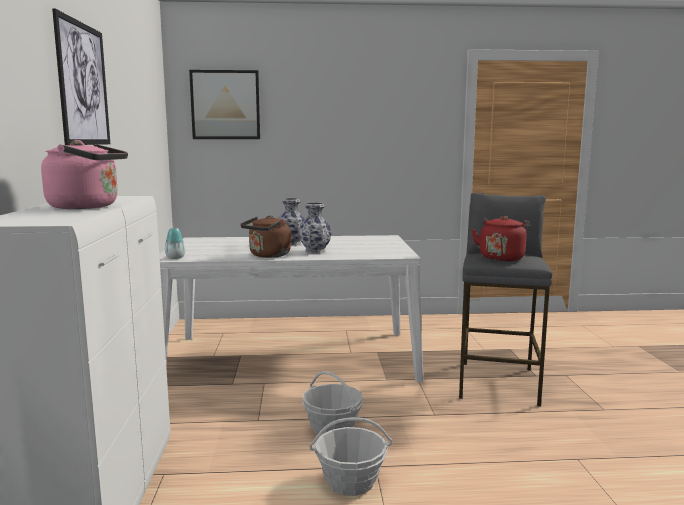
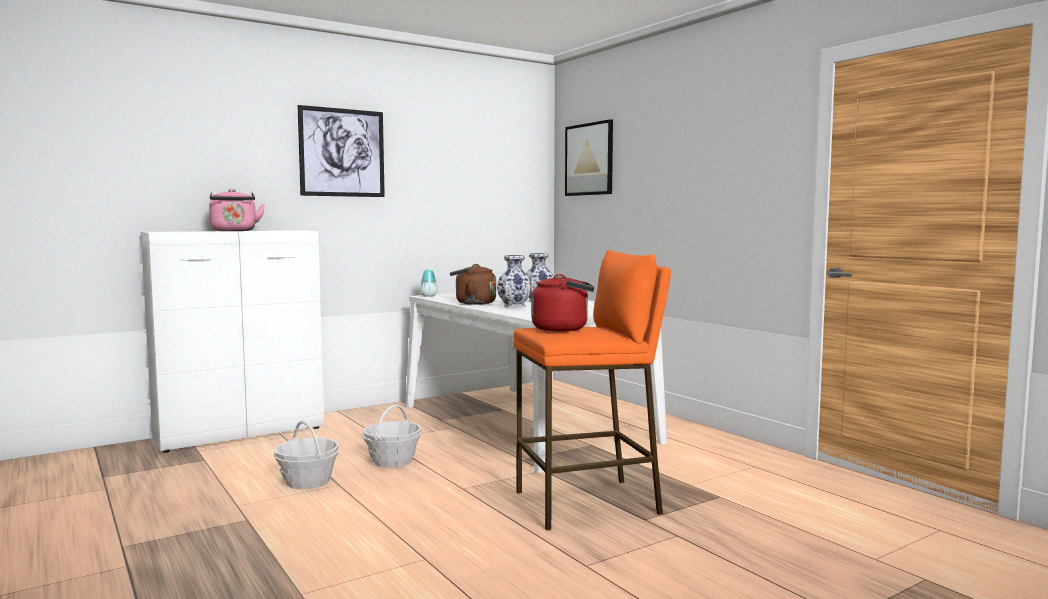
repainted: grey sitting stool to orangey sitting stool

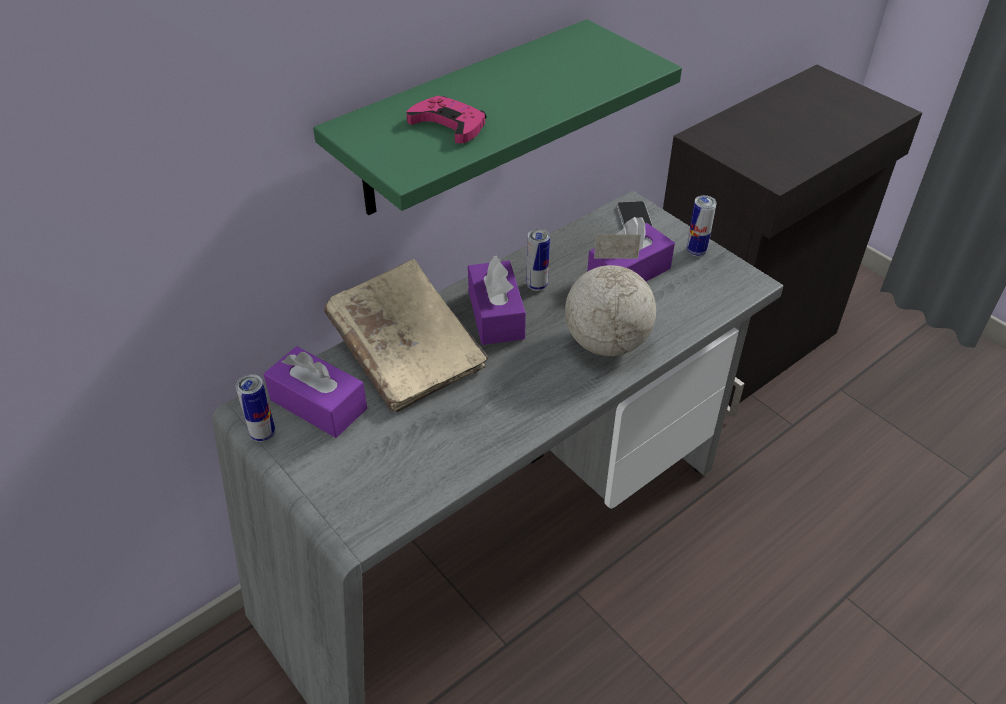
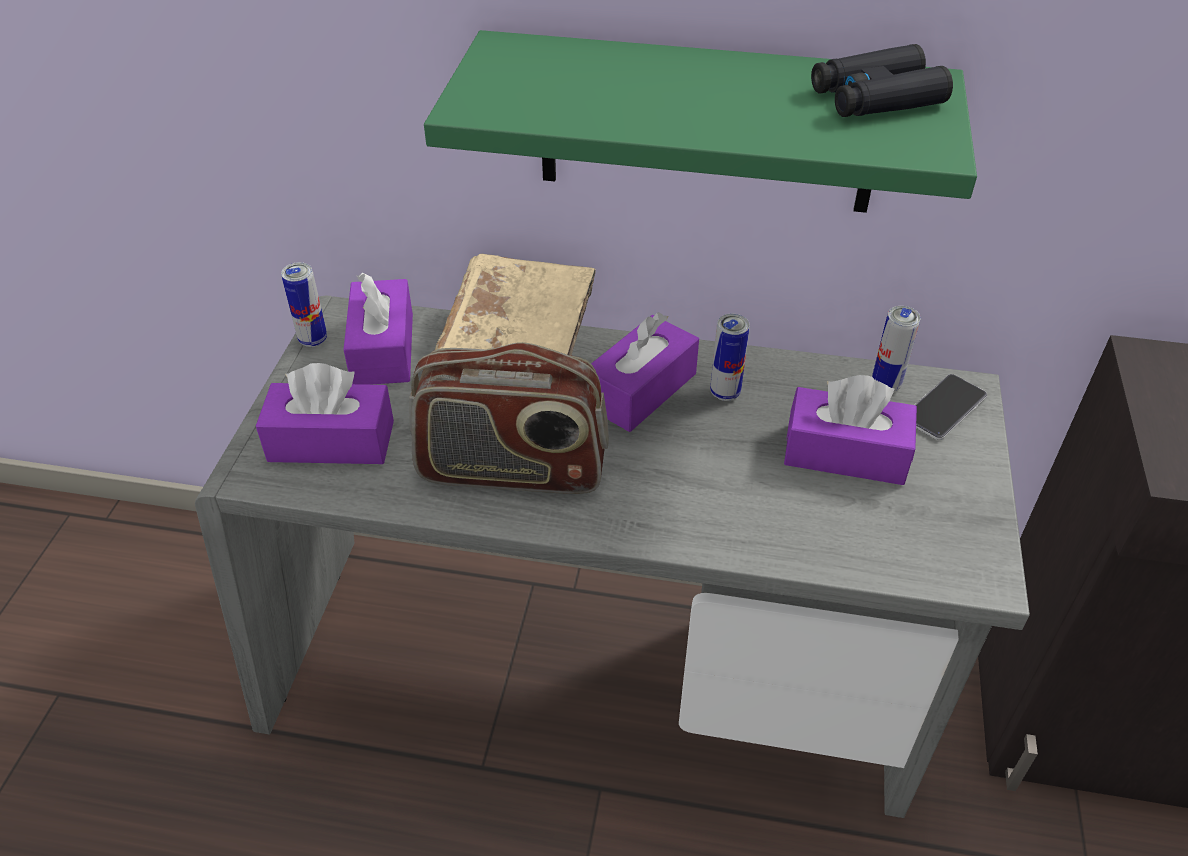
gone: pink-coloured gamepad; globe
new: purple tissue holder (no. 1 from left); radio receiver; black pair of binoculars
shifted: can (no. 3 from left)

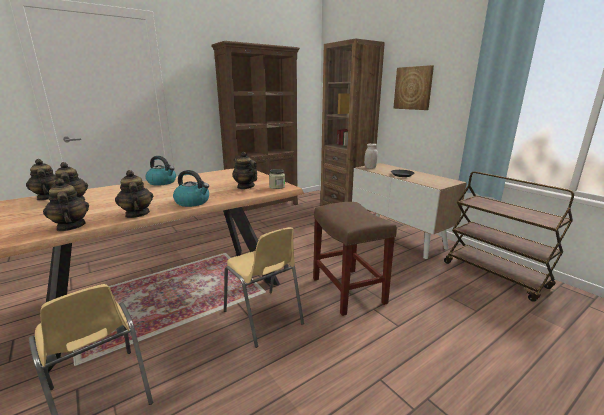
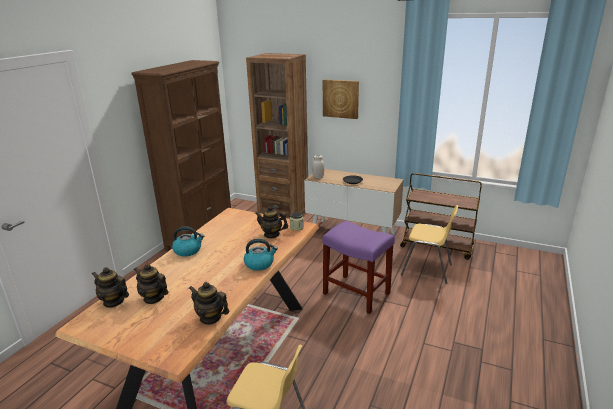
gone: tea pot (no. 4 from left)
shifted: yellowish upright chair (no. 2 from left)
repainted: brownish sitting stool to purple sitting stool

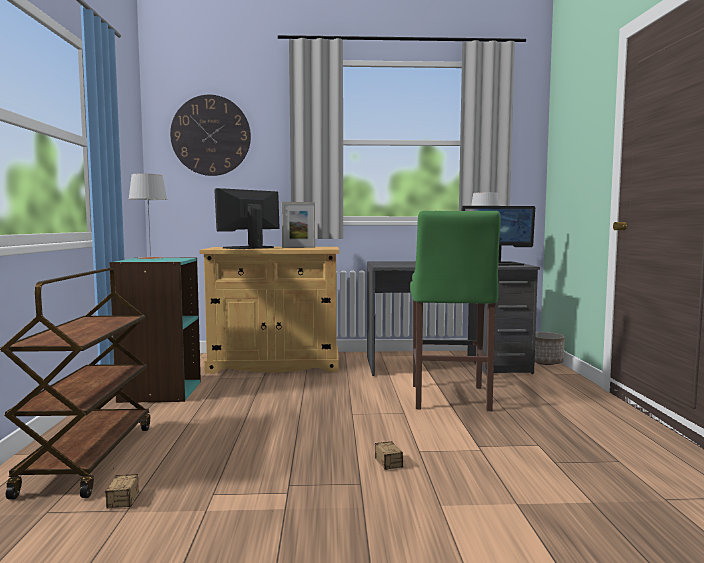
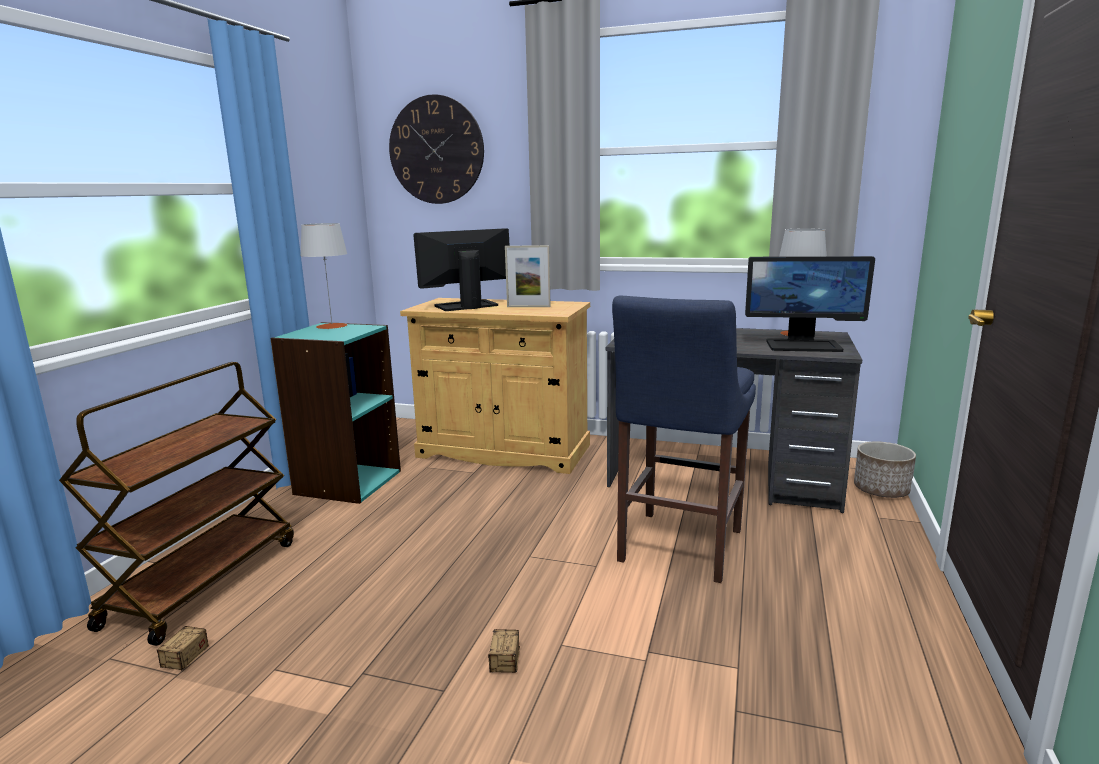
repainted: green sitting stool to blue-coloured sitting stool

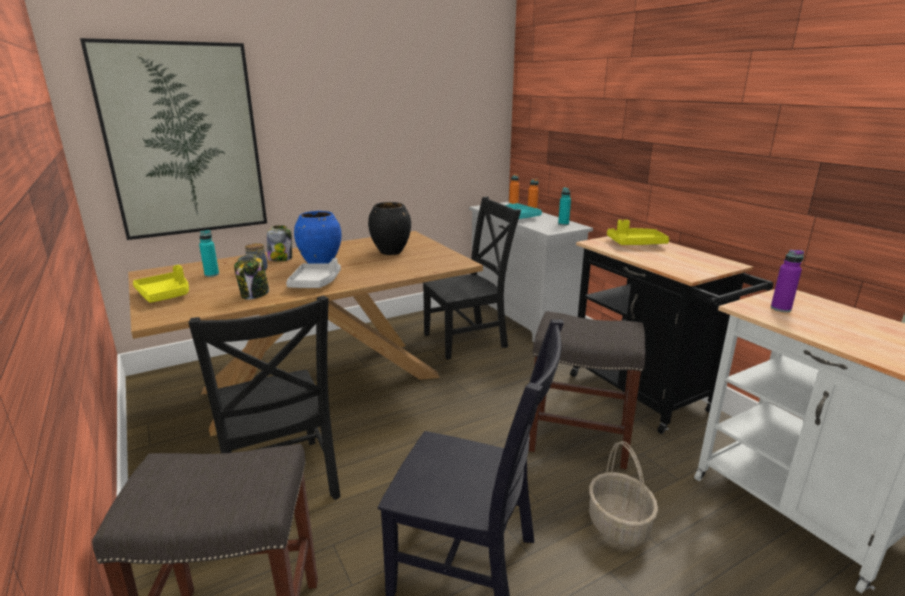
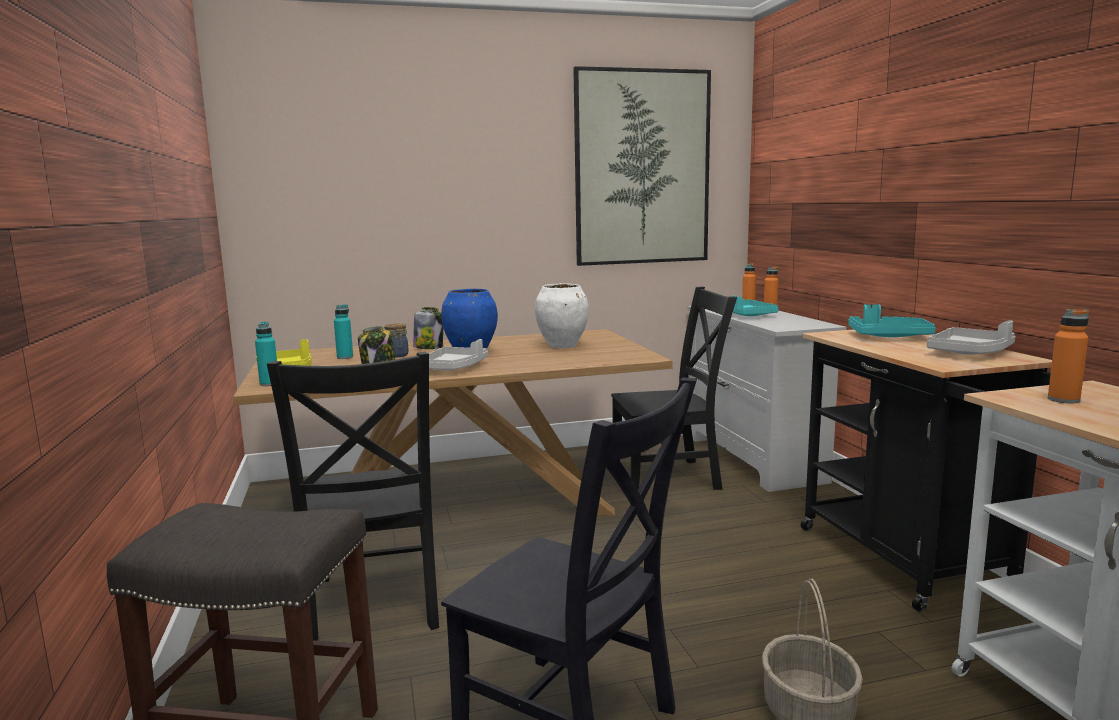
gone: grey sitting stool (no. 2 from left)
new: grey tray (no. 2 from left)
shifted: blue-green bottle (no. 2 from left in the first image) to blue-green bottle (no. 1 from left); wall picture
repainted: black decorative vase to white-coloured decorative vase; yellowish tray (no. 2 from left) to blue-green tray (no. 2 from left); purple bottle to orangey bottle (no. 3 from left)

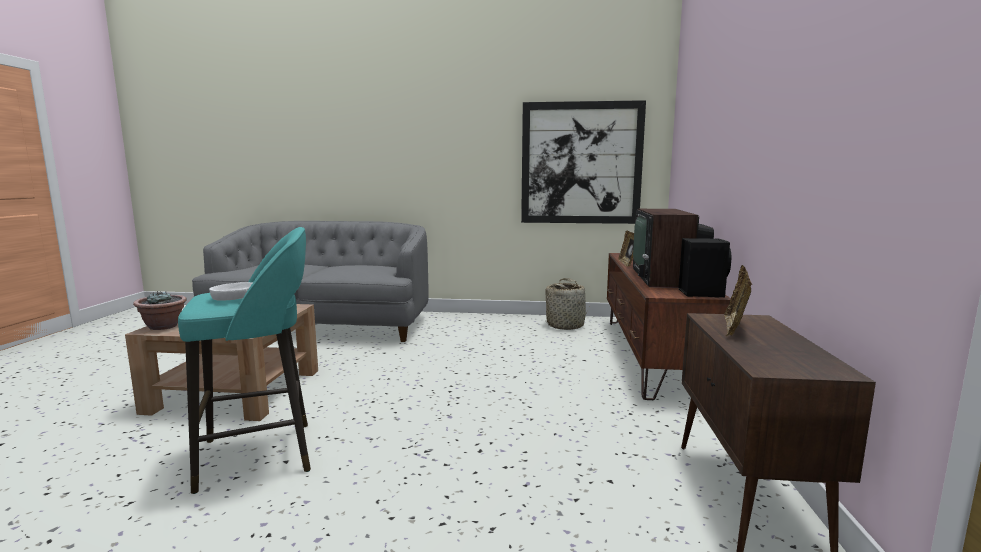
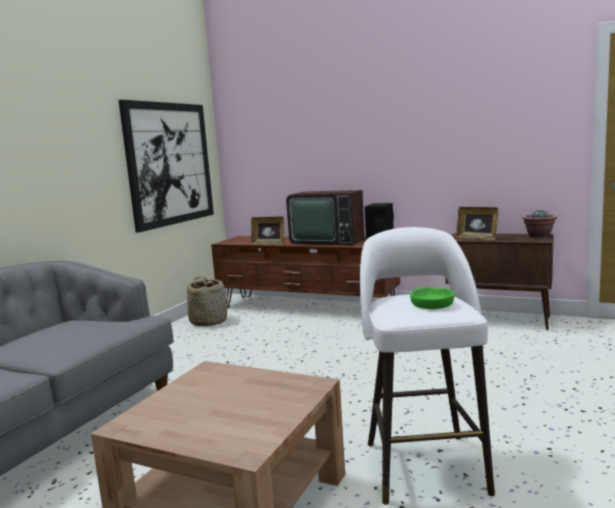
shifted: potted plant
repainted: blue-green sitting stool to white-coloured sitting stool; white-coloured bowl to green bowl

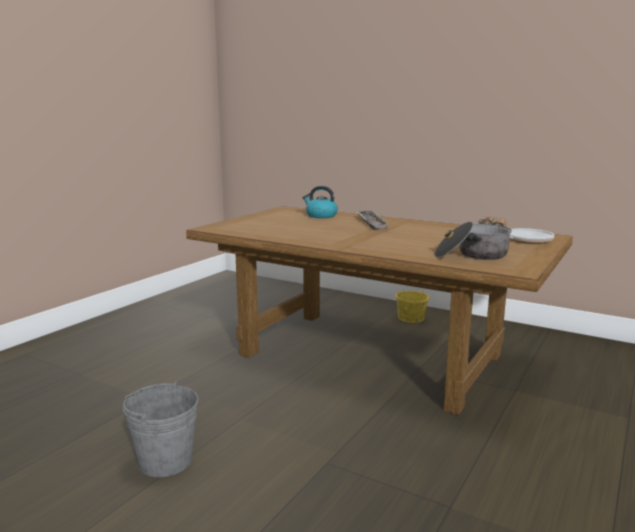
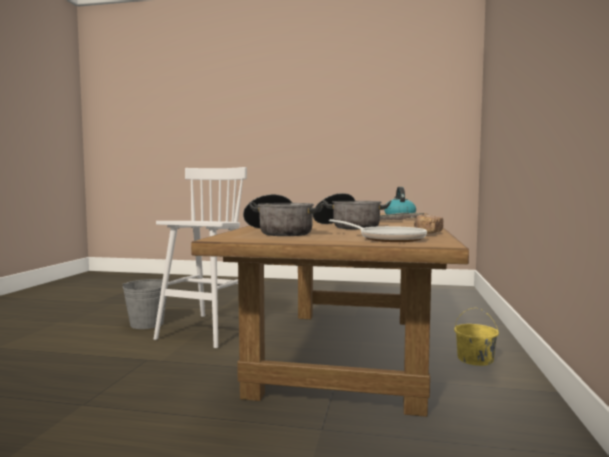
new: white-coloured sitting stool; saucepot (no. 2 from left)

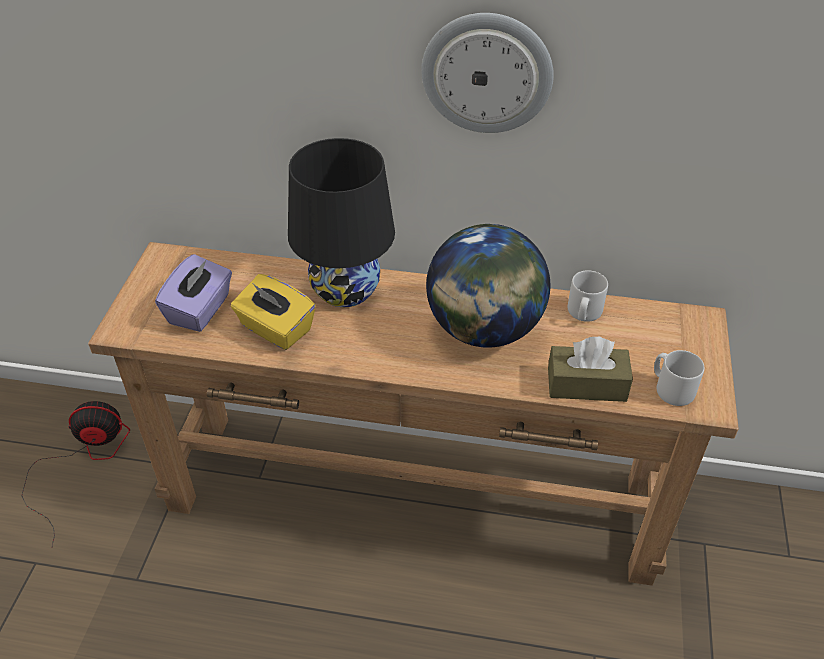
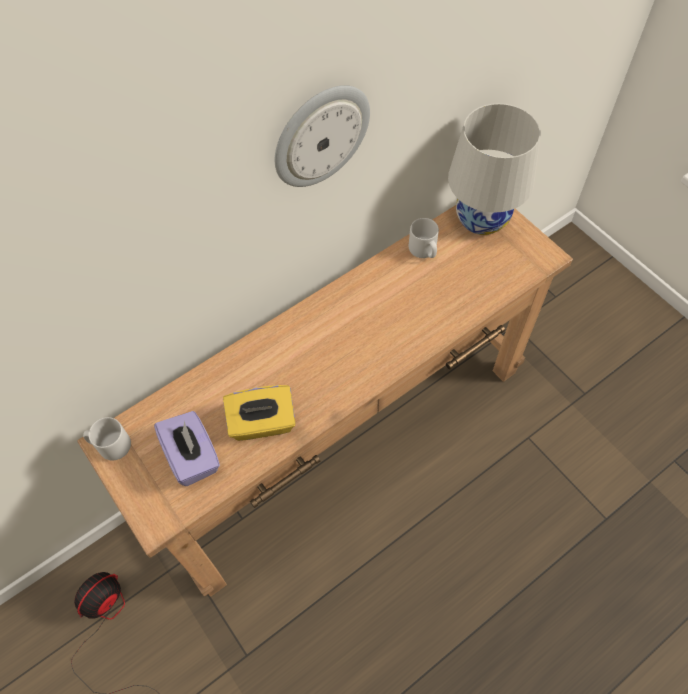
gone: black lamp for a table; globe; brownish tissue holder
new: white-coloured lamp for a table
shifted: grey coffee mug (no. 2 from left in the first image) to grey coffee mug (no. 1 from left)

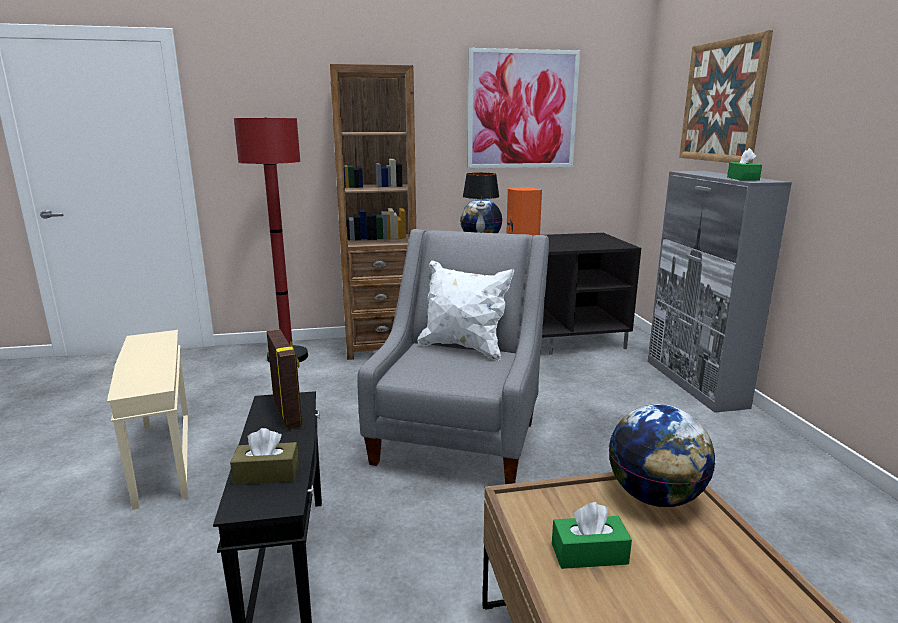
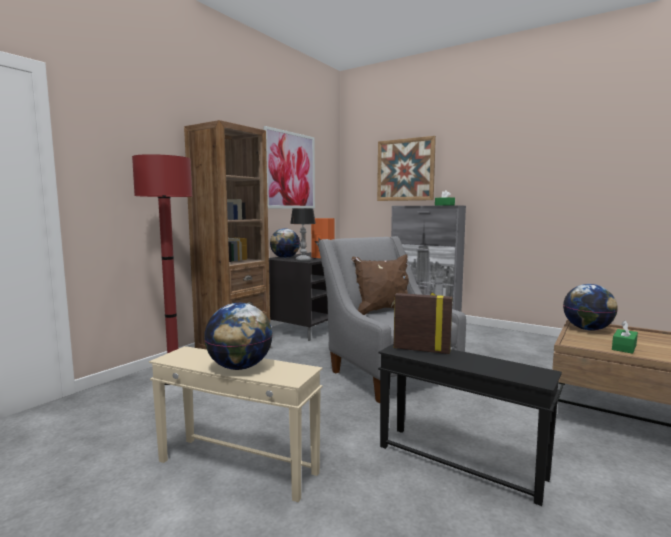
gone: brownish tissue holder
new: globe (no. 1 from left)
repainted: white-coloured pillow to brownish pillow

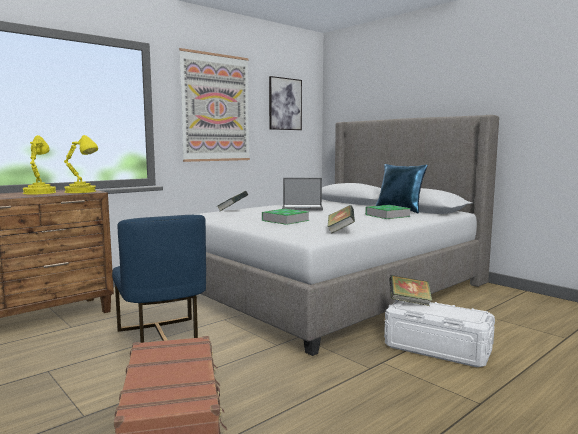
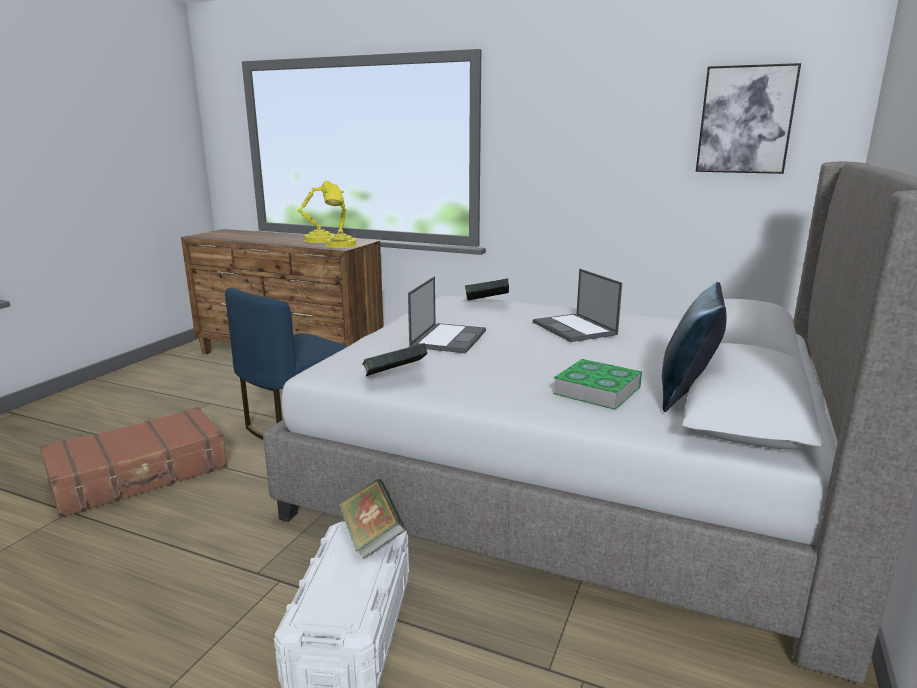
gone: wall picture (no. 1 from left)
swapped: book (no. 2 from left) to portable computer (no. 1 from left)

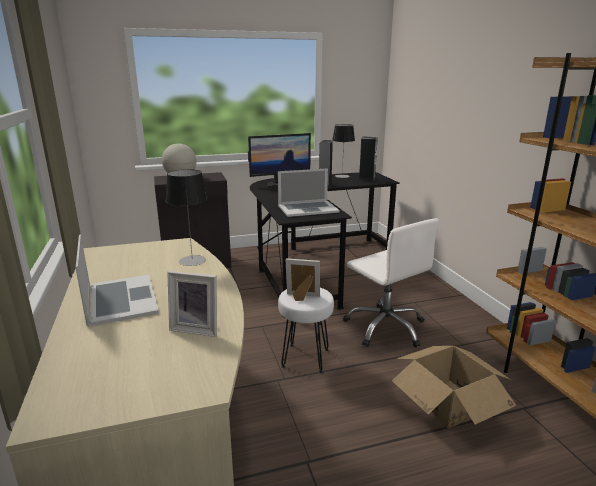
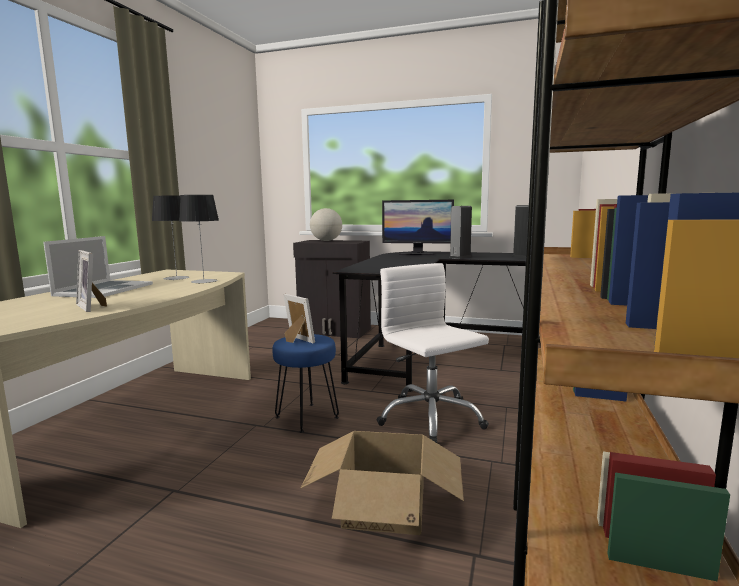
gone: portable computer (no. 2 from left)
shifted: lamp for a table (no. 2 from left in the first image) to lamp for a table (no. 1 from left)
repainted: white-coloured sitting stool to blue-coloured sitting stool
rotated: white-coloured office chair 150 degrees clockwise

